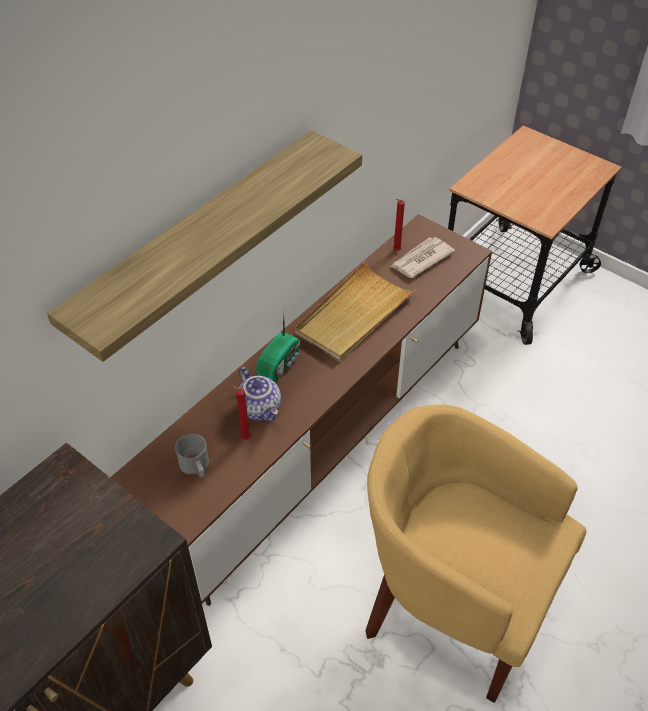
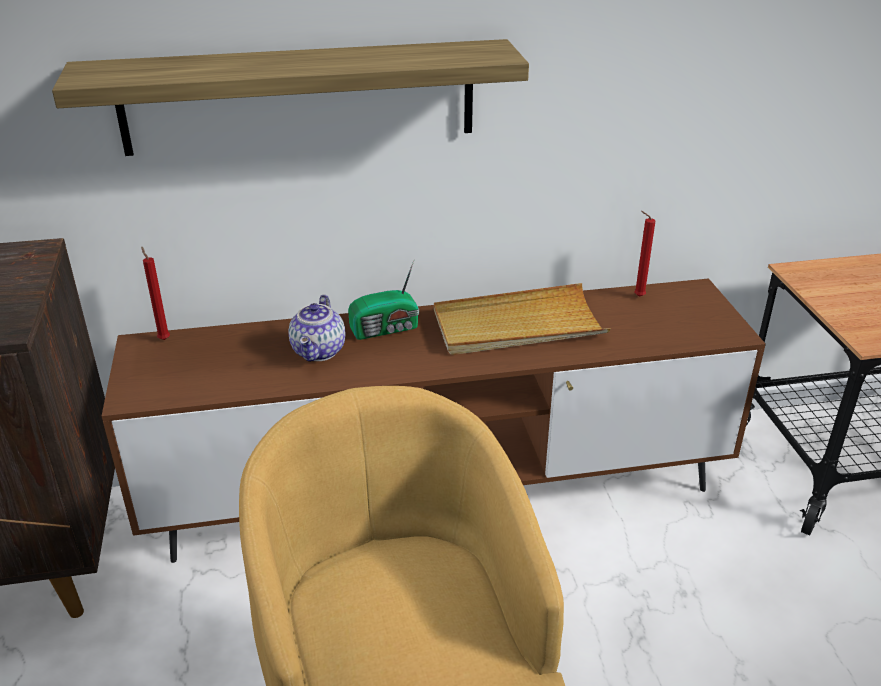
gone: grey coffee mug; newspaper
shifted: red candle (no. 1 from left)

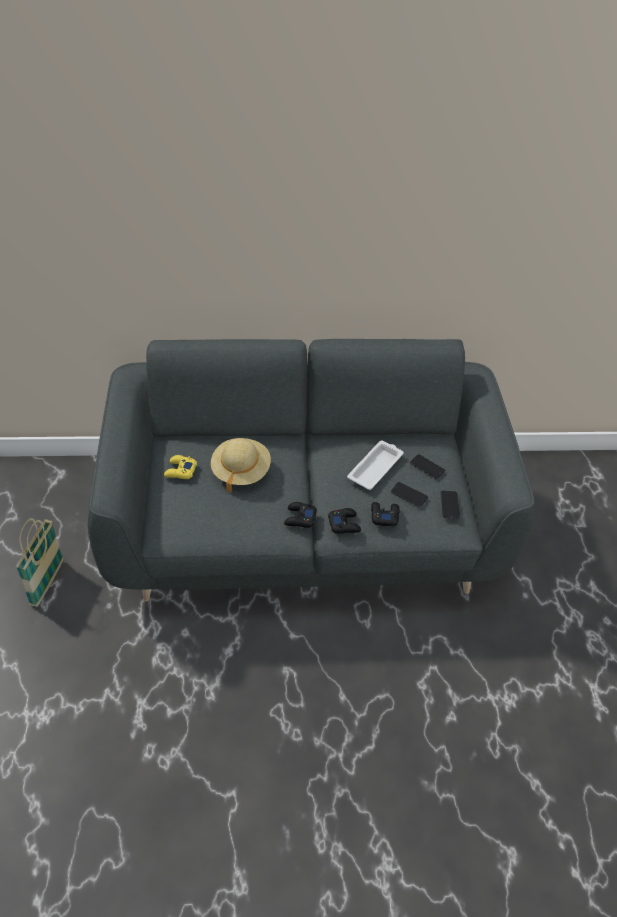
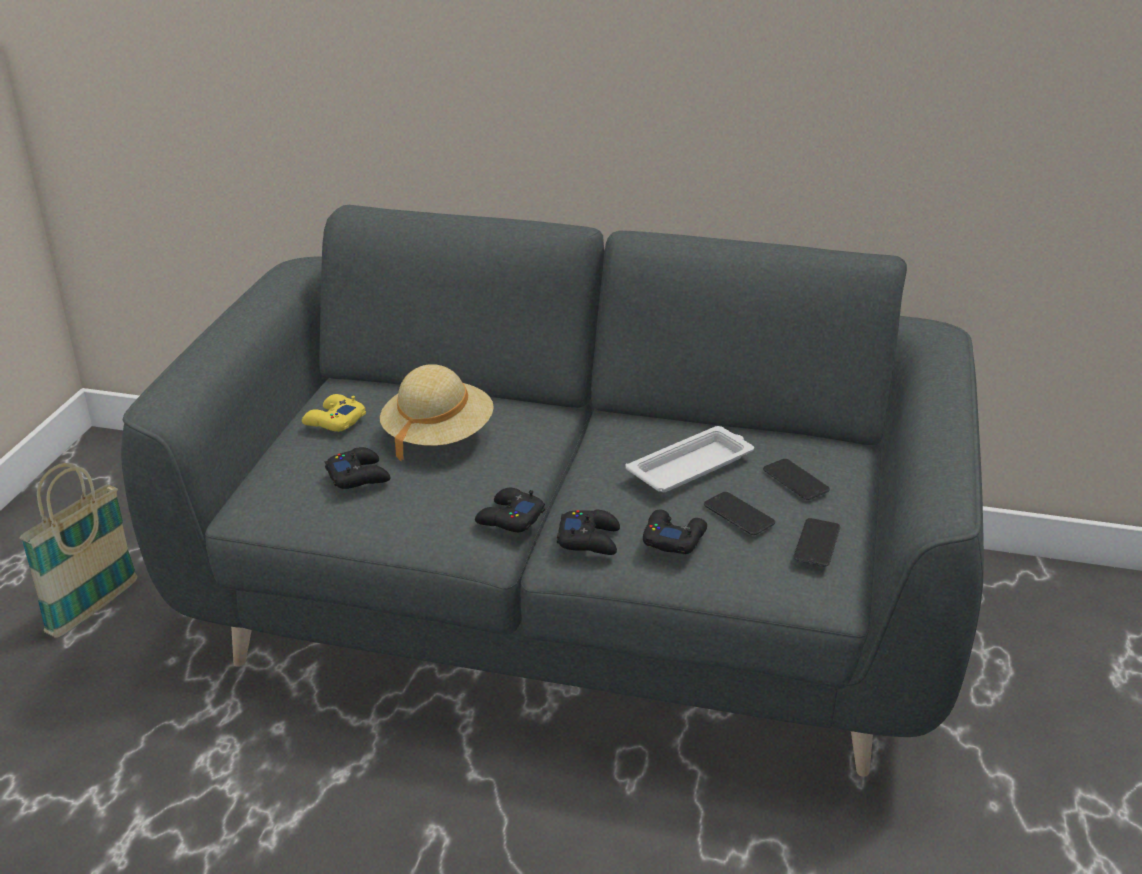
new: black gamepad (no. 1 from left)

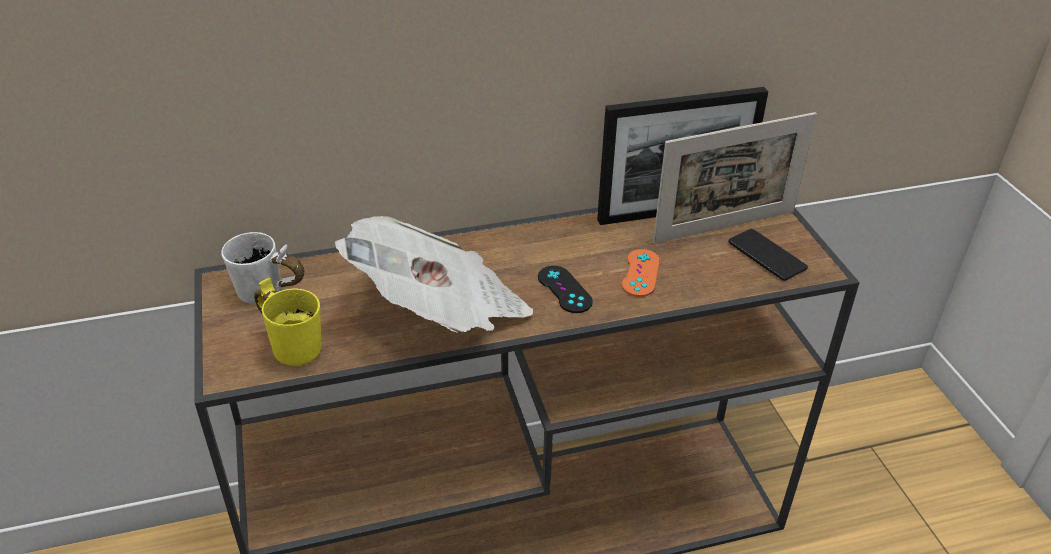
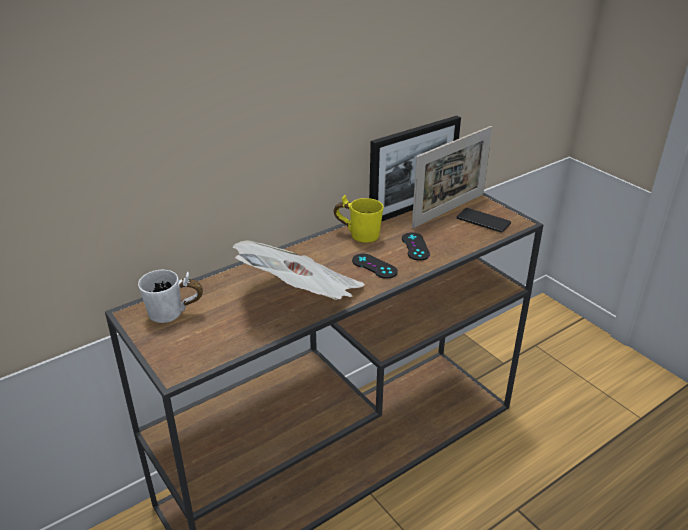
shifted: yellowish coffee mug
repainted: orangey gamepad to black gamepad (no. 2 from left)

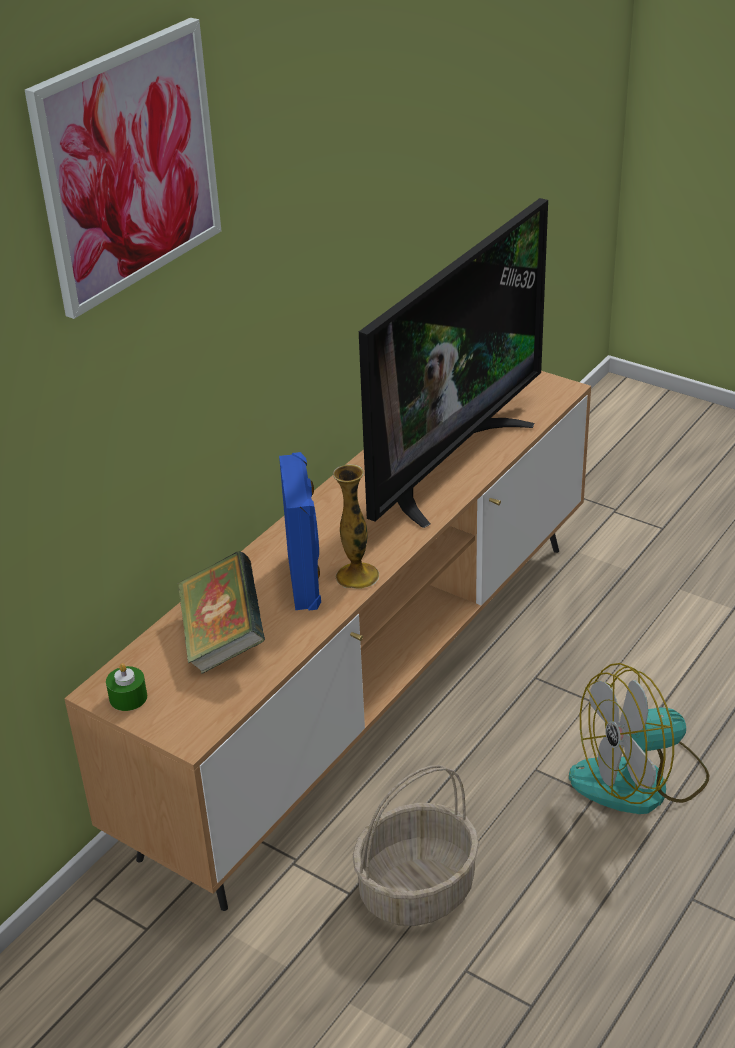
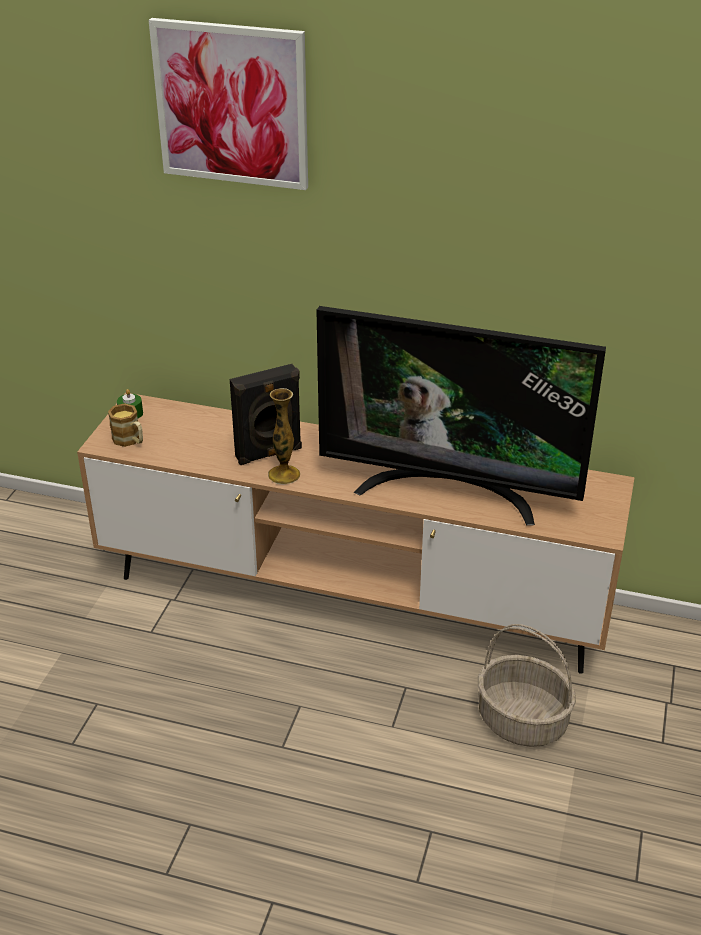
gone: book; cooling fan
new: coffee mug
shifted: storage basket
repainted: blue-coloured speaker to black speaker

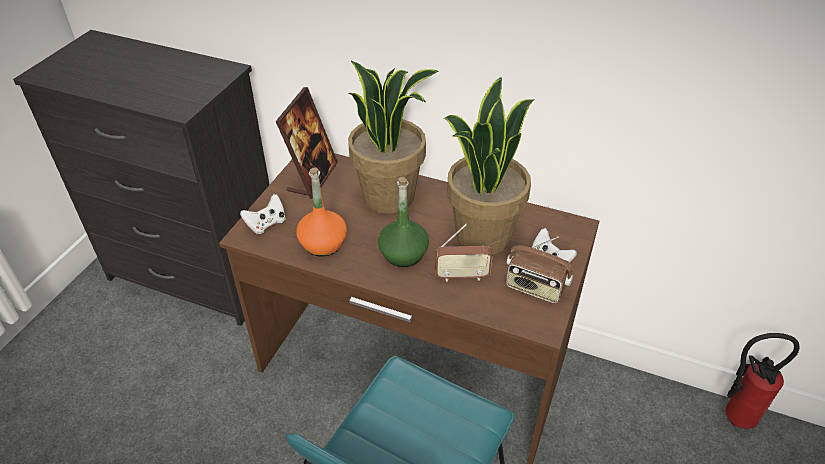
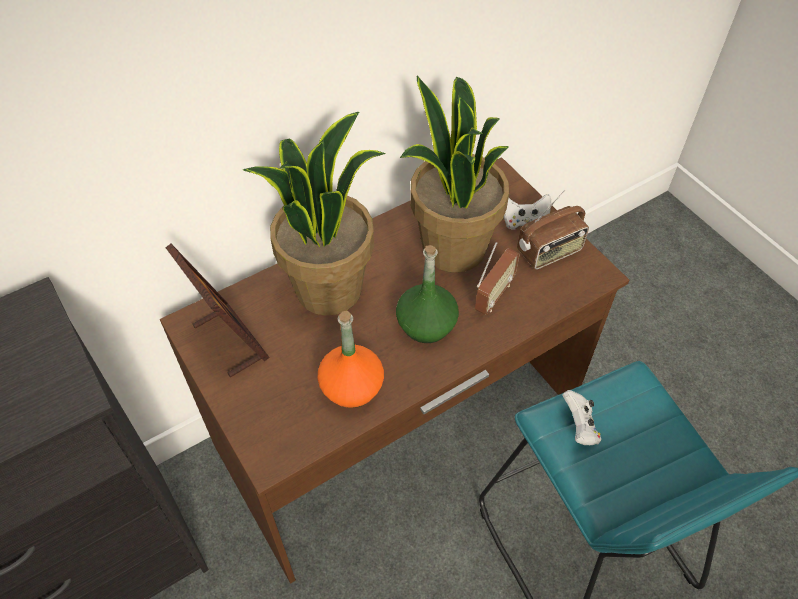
gone: fire extinguisher
shifted: white-coloured gamepad (no. 1 from left in the first image) to white-coloured gamepad (no. 2 from left)

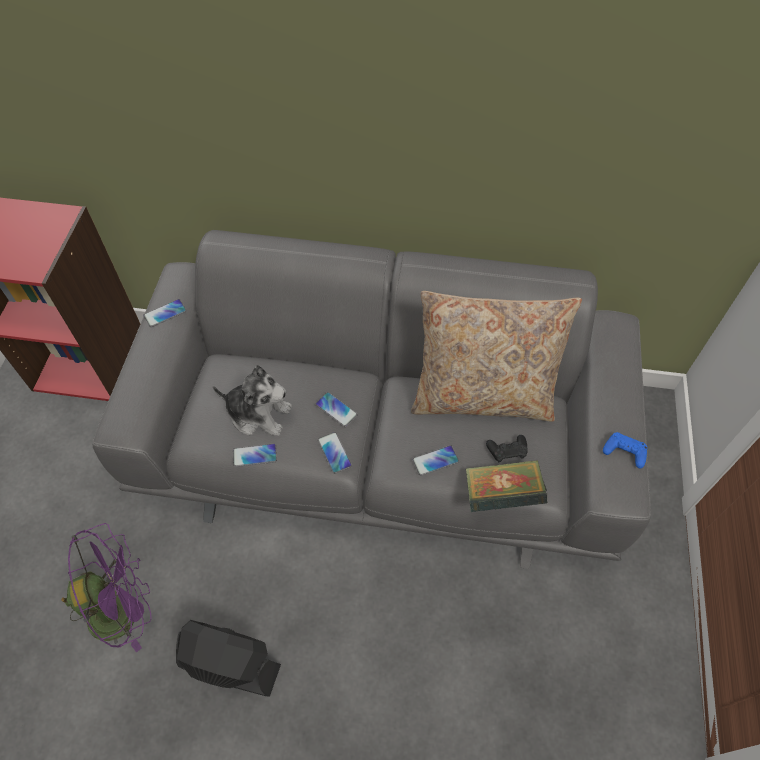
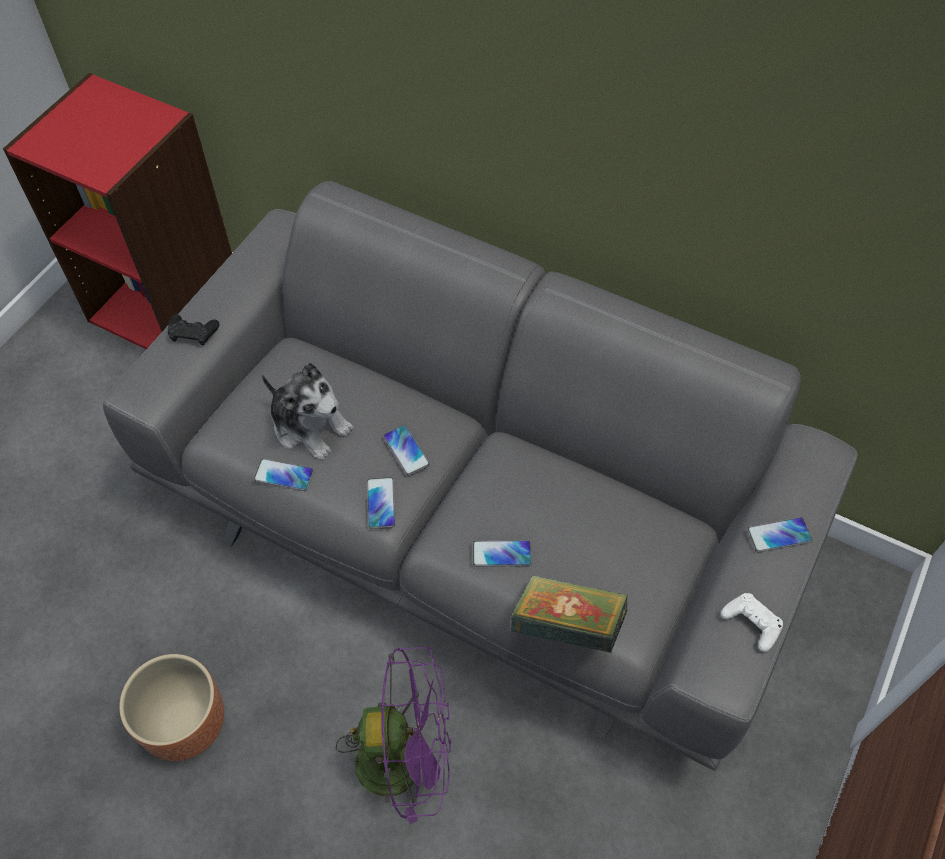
gone: sand-coloured pillow
shifted: black gamepad; purple cooling fan; phone (no. 1 from left in the first image) to phone (no. 5 from left)
swapped: black cooling fan to brownish flower pot
repainted: blue-coloured gamepad to white-coloured gamepad

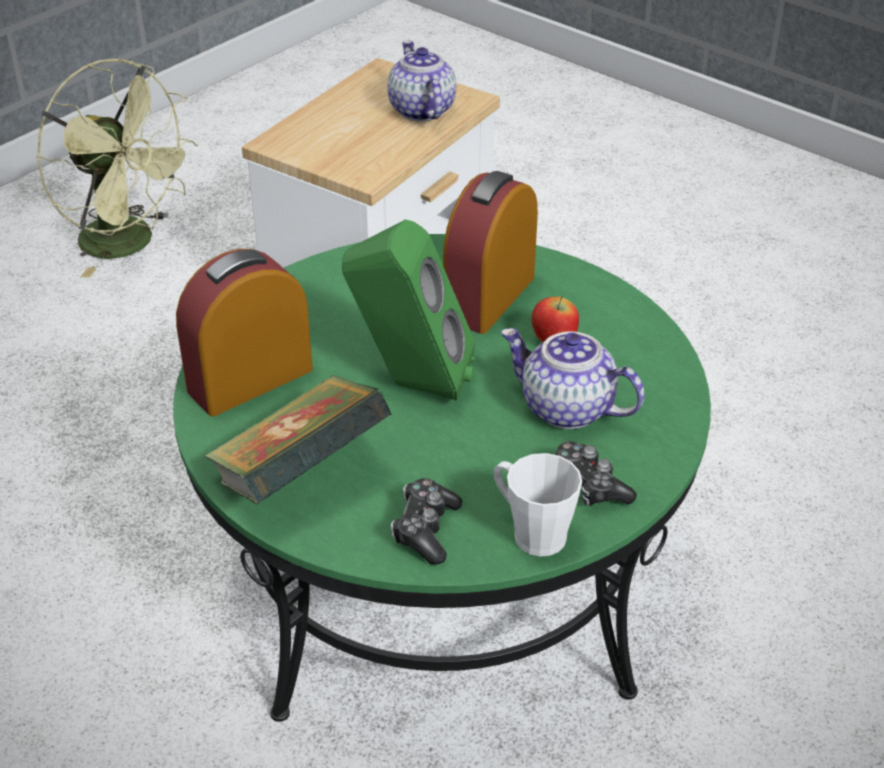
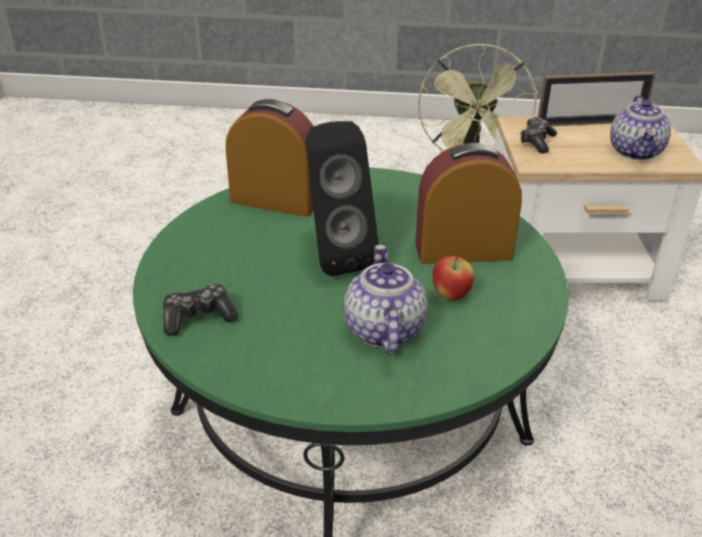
gone: book; white-coloured coffee mug
new: picture frame
shifted: gamepad (no. 2 from left)
repainted: green speaker to black speaker
rotated: tea pot (no. 1 from left in the first image) 150 degrees clockwise

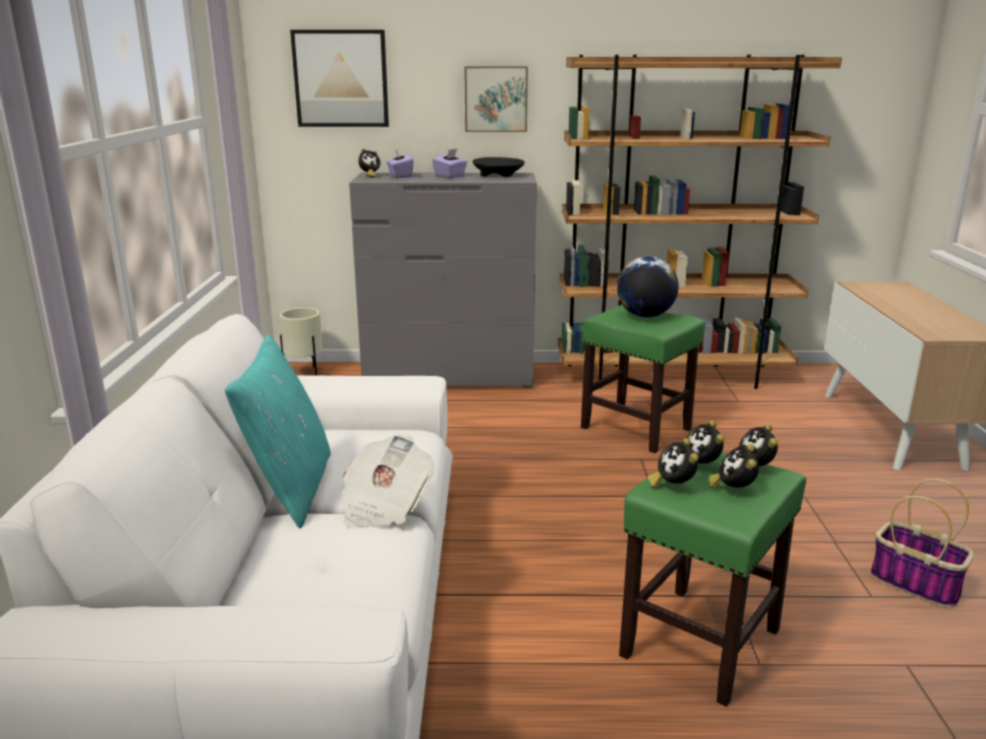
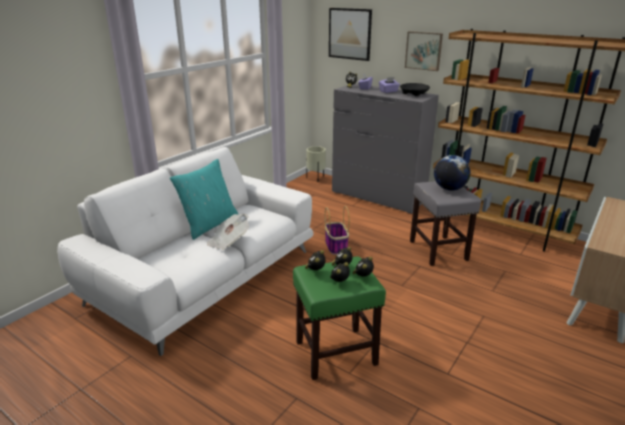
shifted: storage basket
repainted: green sitting stool (no. 1 from left) to grey sitting stool

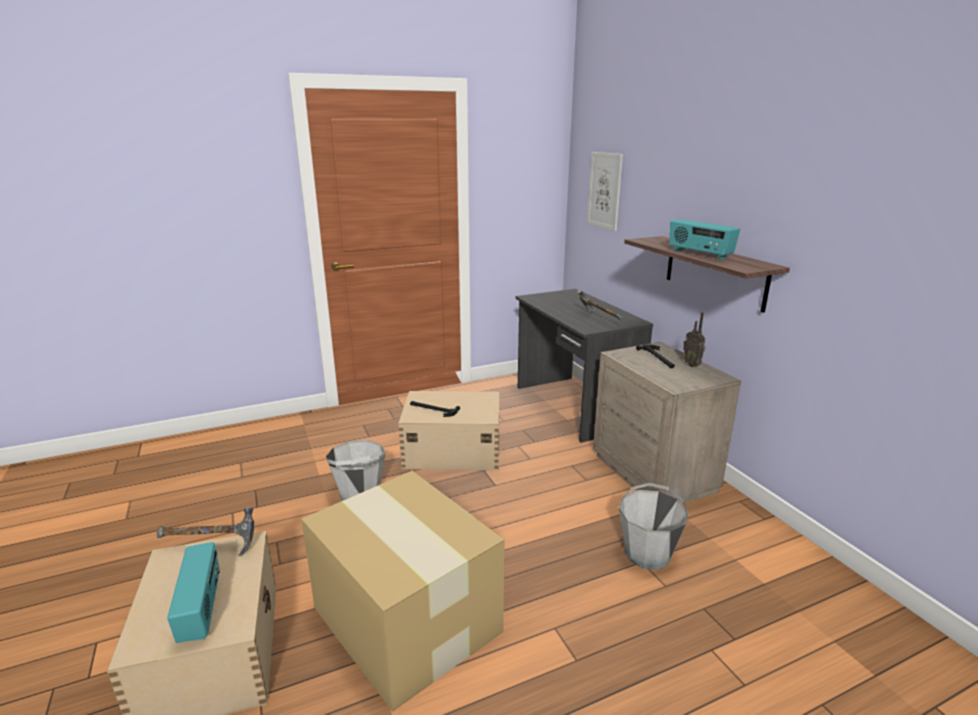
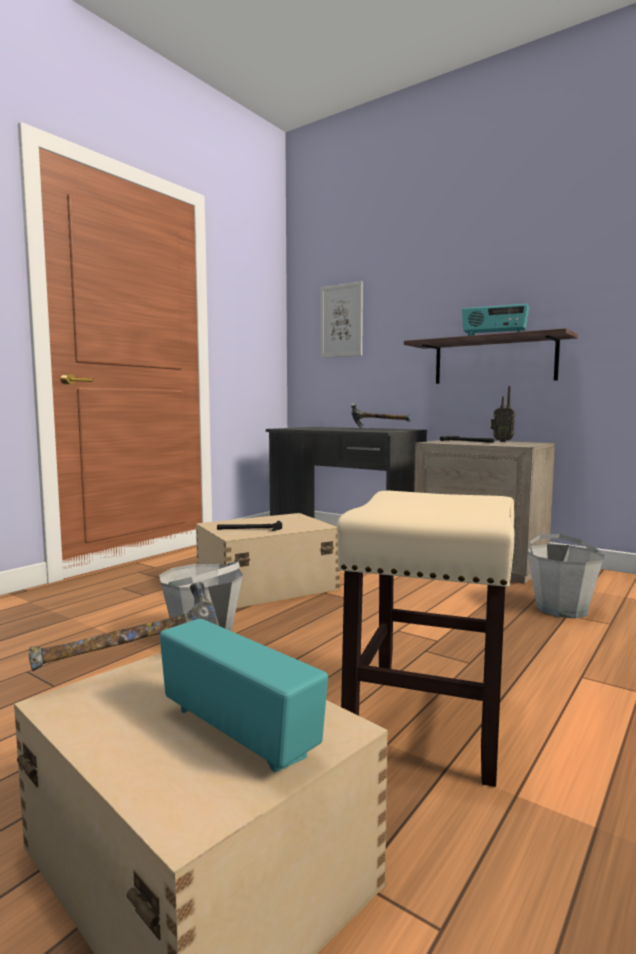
swapped: carton to sand-coloured sitting stool

